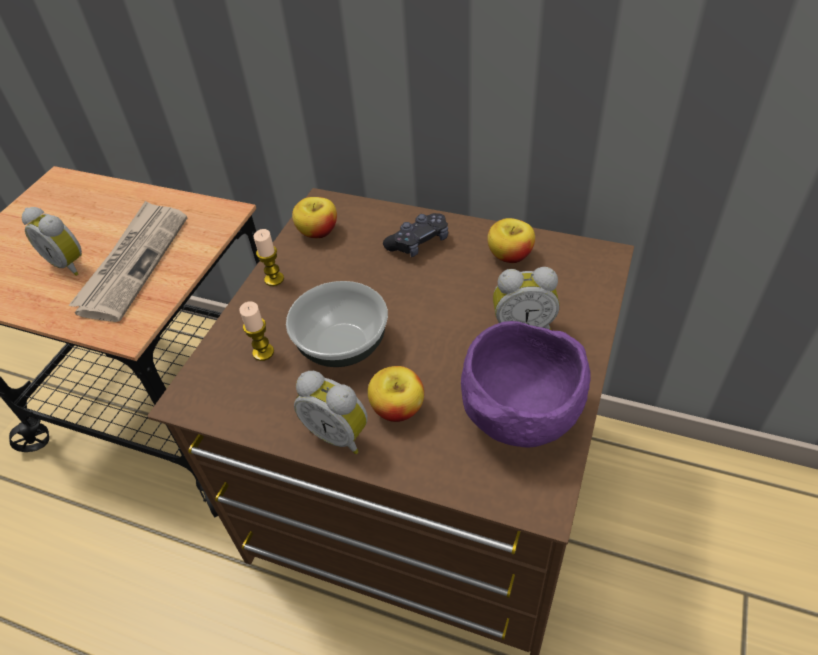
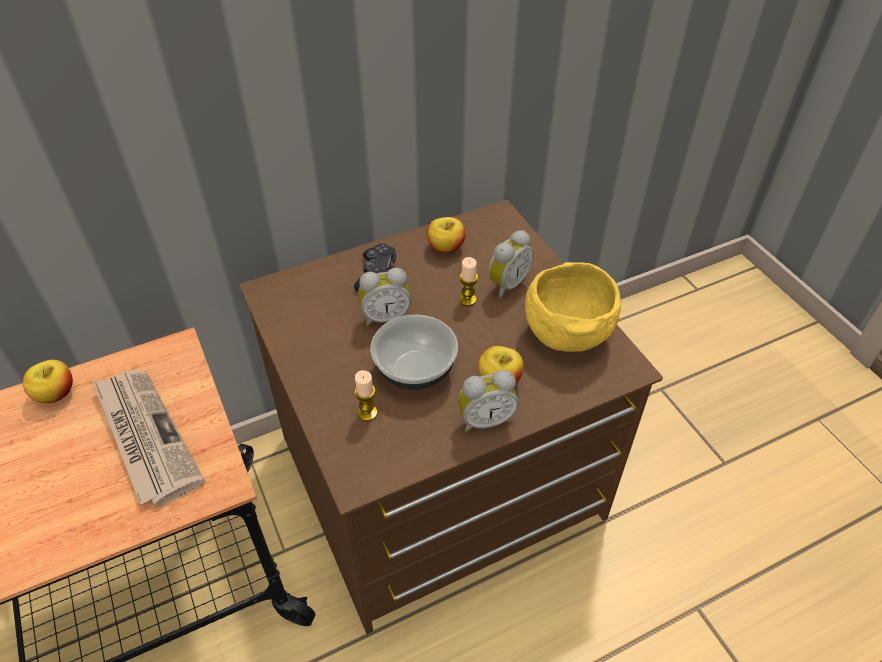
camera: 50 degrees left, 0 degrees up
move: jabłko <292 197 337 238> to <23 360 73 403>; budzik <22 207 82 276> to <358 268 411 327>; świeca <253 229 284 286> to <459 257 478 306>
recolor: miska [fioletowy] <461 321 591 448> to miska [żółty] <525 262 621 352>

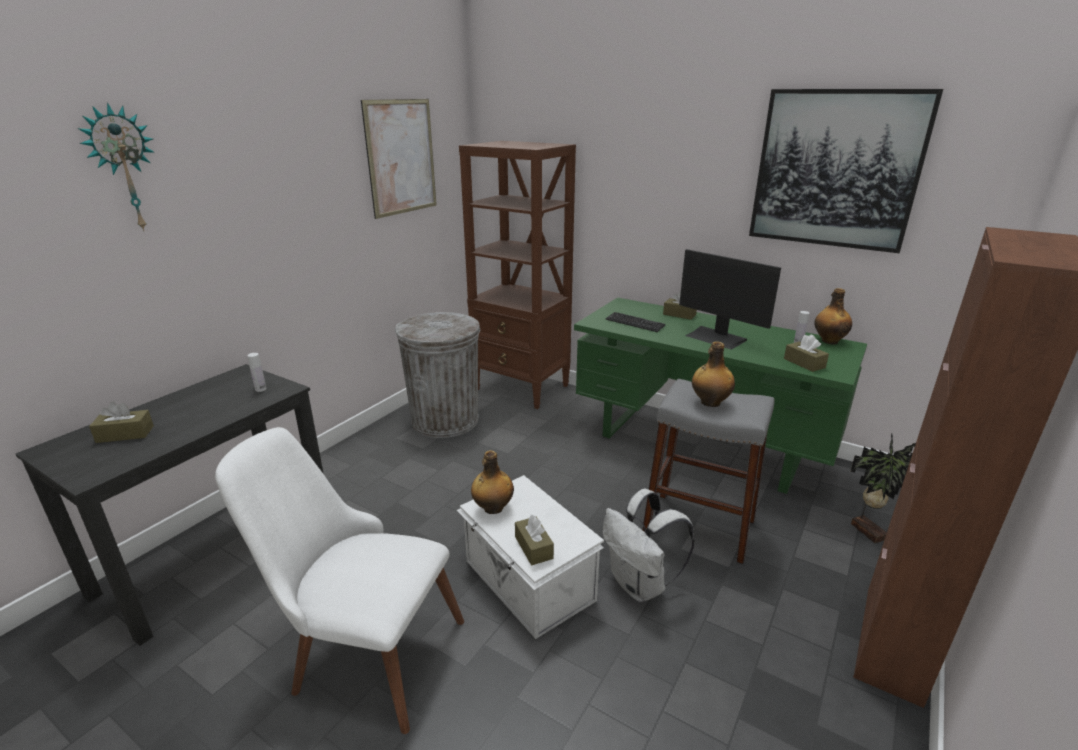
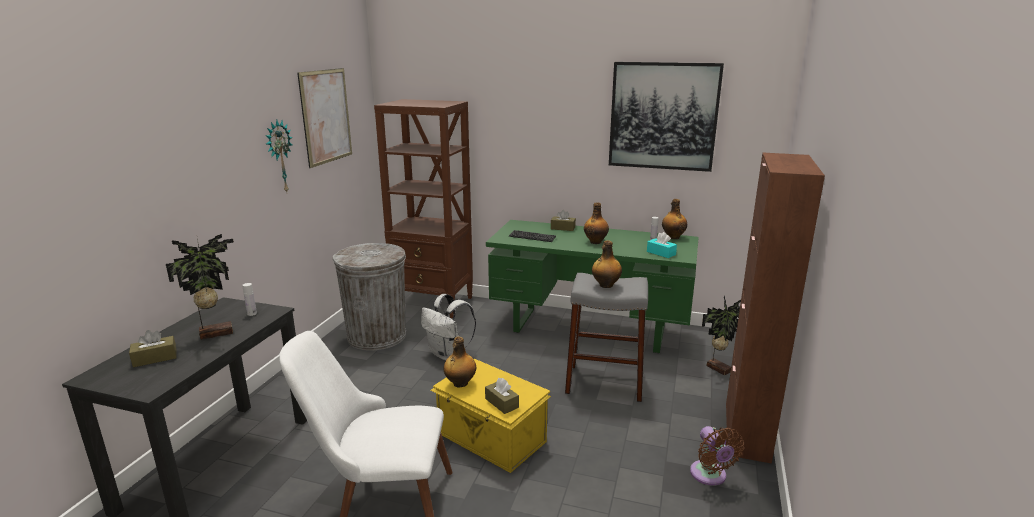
camera: 15 degrees left, 5 degrees down
insert: roślina doniczkowa <166 234 234 340>; wentylator [brązowy] <690 426 744 485>
move: zegar ścienny <77 103 155 231> to <265 120 293 192>; plecak [biały] <602 489 695 602> to <421 294 476 360>
replace: monitor <679 249 781 350> to butelka <584 203 609 244>
recolor: pojemnik do przechowywania [biały] <457 475 604 639> to pojemnik do przechowywania [żółty] <430 359 551 473>; pudełko chusteczek [brązowy] <784 334 829 372> to pudełko chusteczek [turkusowy] <647 232 677 258>

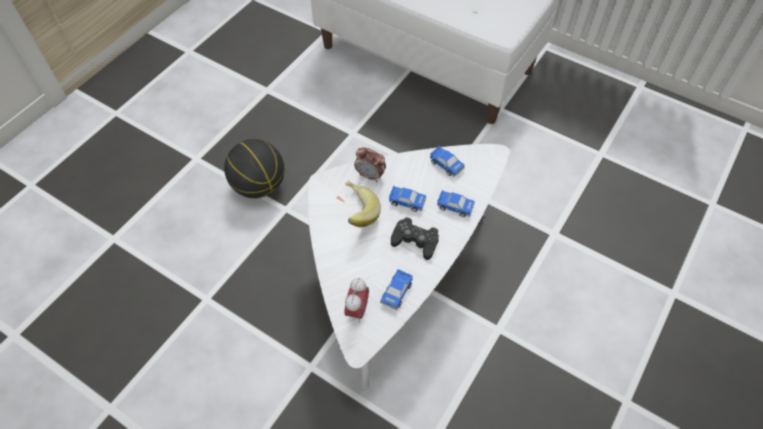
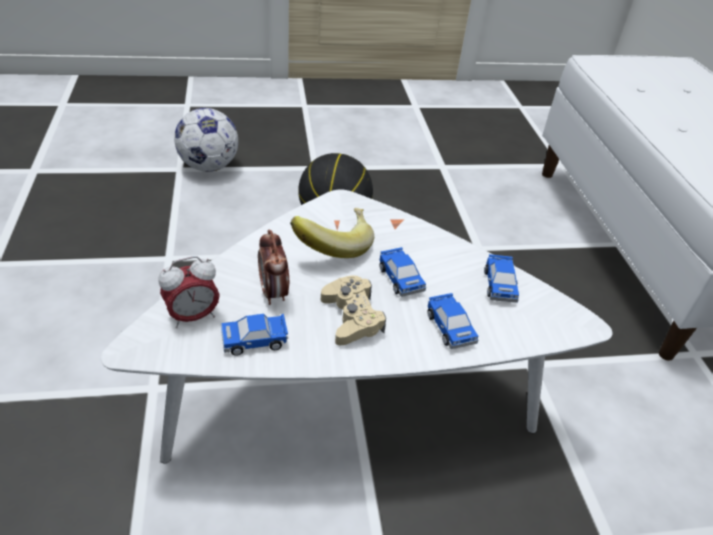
camera: 45 degrees right, 15 degrees down
insert: piłka futbolowa <174 108 238 172>
move: budzik <354 147 386 182> to <258 230 289 305>
recolor: pad do gier [czarny] <391 217 439 260> to pad do gier [beżowy] <321 275 386 346>

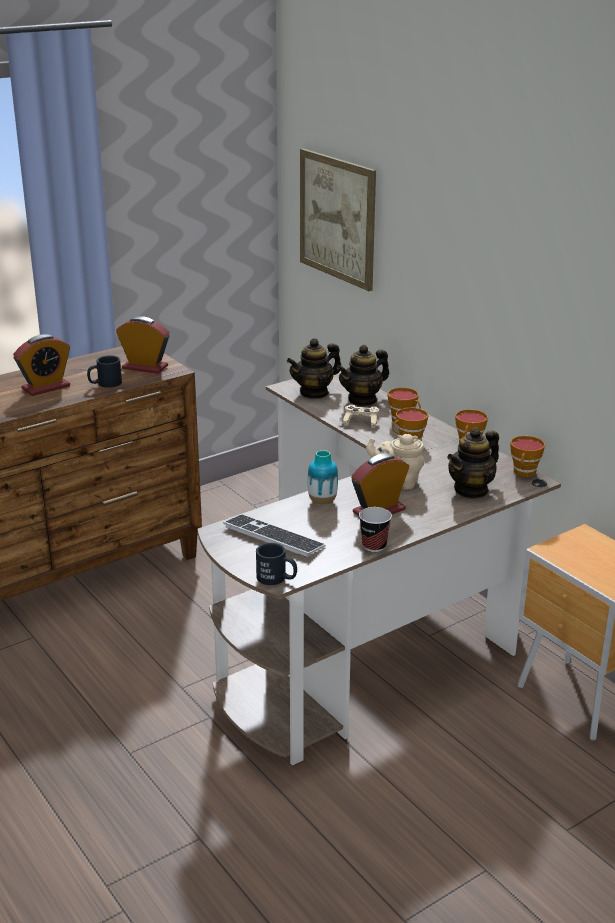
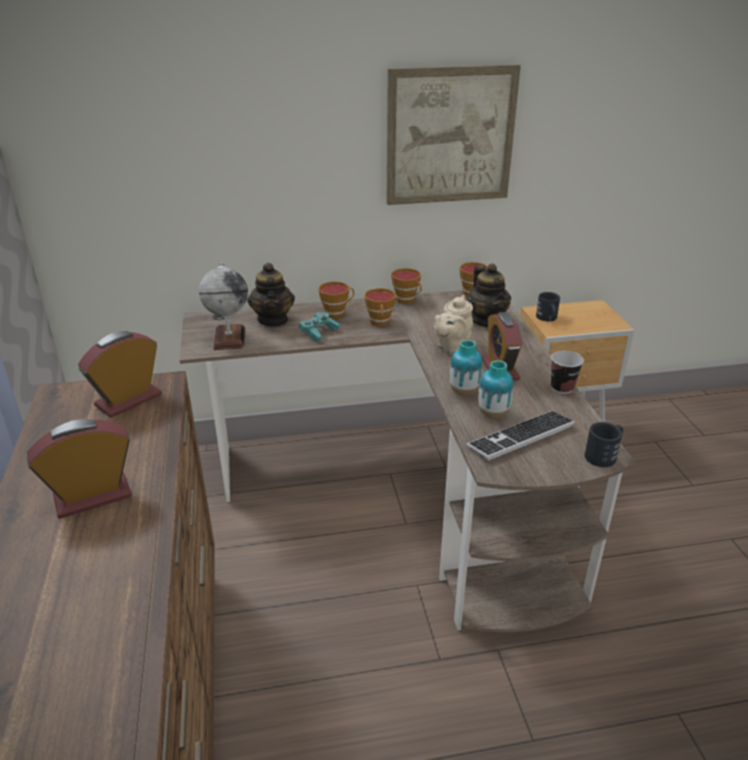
camera: 65 degrees left, 5 degrees up
insert: wazon <478 360 513 419>
move: obraz <300 148 376 291> to <387 65 521 205>; kubek [czarny] <87 355 122 388> to <536 292 560 321>
replace: imbryk <287 338 341 399> to globus <199 263 248 350>
recolor: pad do gier [beżowy] <343 405 379 428> to pad do gier [turkusowy] <299 312 340 342>
rotate: budzik <13 334 70 396> = <27 419 132 519> 105 degrees counterclockwise

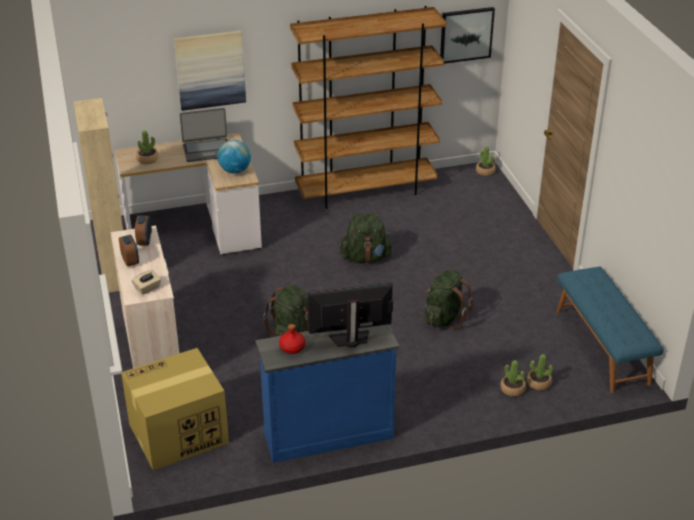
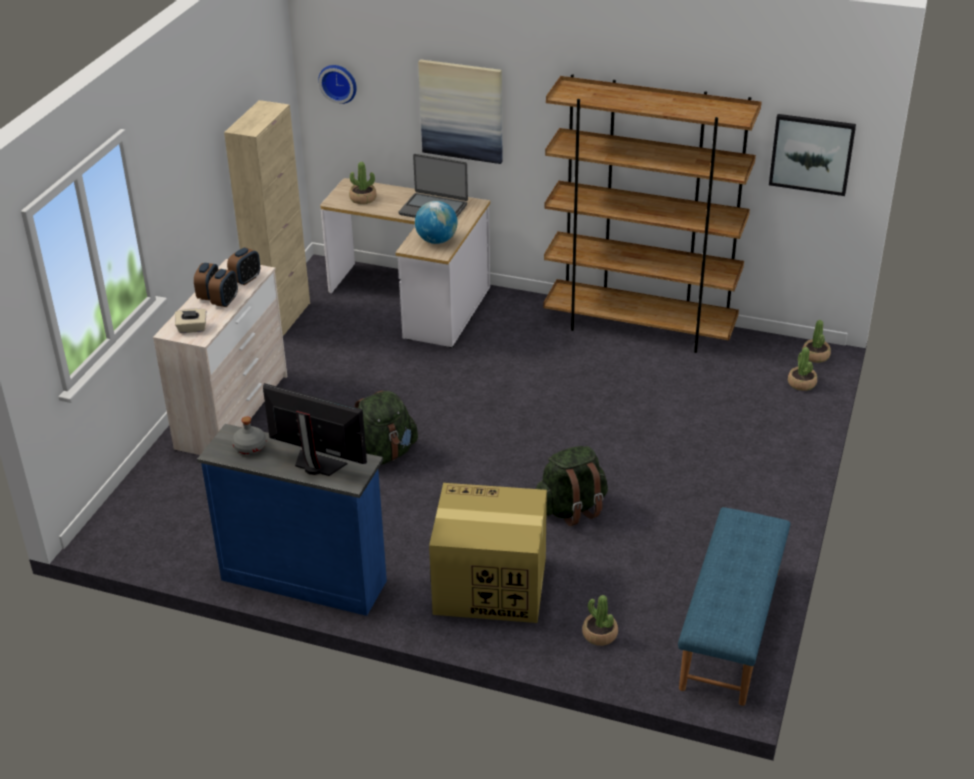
camera: 35 degrees right, 0 degrees up
delete: plecak [zielony] <340 213 393 264>
insert: budzik <208 269 238 307>; zegar ścienny <318 65 357 104>
move: karton <121 348 229 470> to <429 483 547 623>; roślina doniczkowa <500 360 526 397> to <788 347 817 391>
recolor: butelka [czerwony] <279 324 305 354> to butelka [szary] <232 416 266 455>

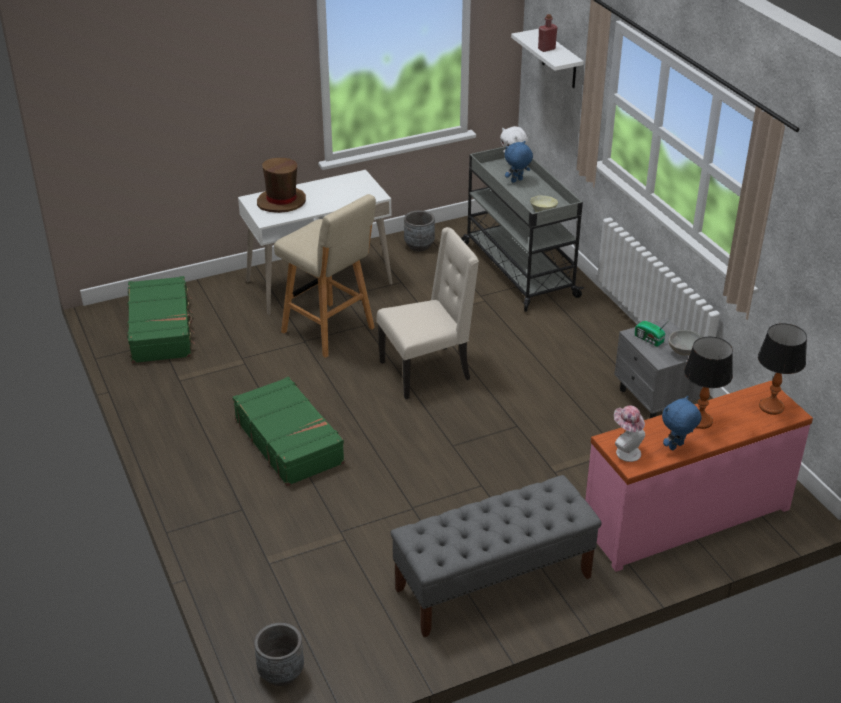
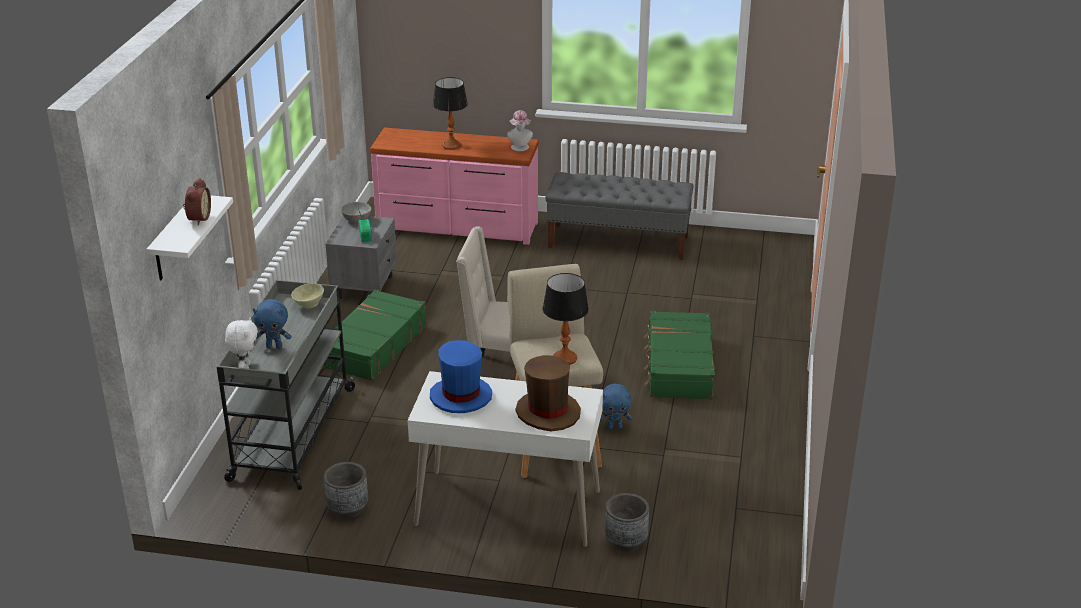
camera: 145 degrees left, 5 degrees down
insert: kapelusz [niebieski] <430 340 492 413>
move: walizka [zielony] <127 276 195 363> to <322 289 427 381>; lampa stołowa <758 323 807 415> to <543 273 589 365>; pluszak [niebieski] <662 396 702 450> to <600 383 632 429>; donica [szary] <254 623 304 686> to <605 493 649 552>
replace: butelka [czerwony] <538 14 558 52> to budzik <183 178 211 225>

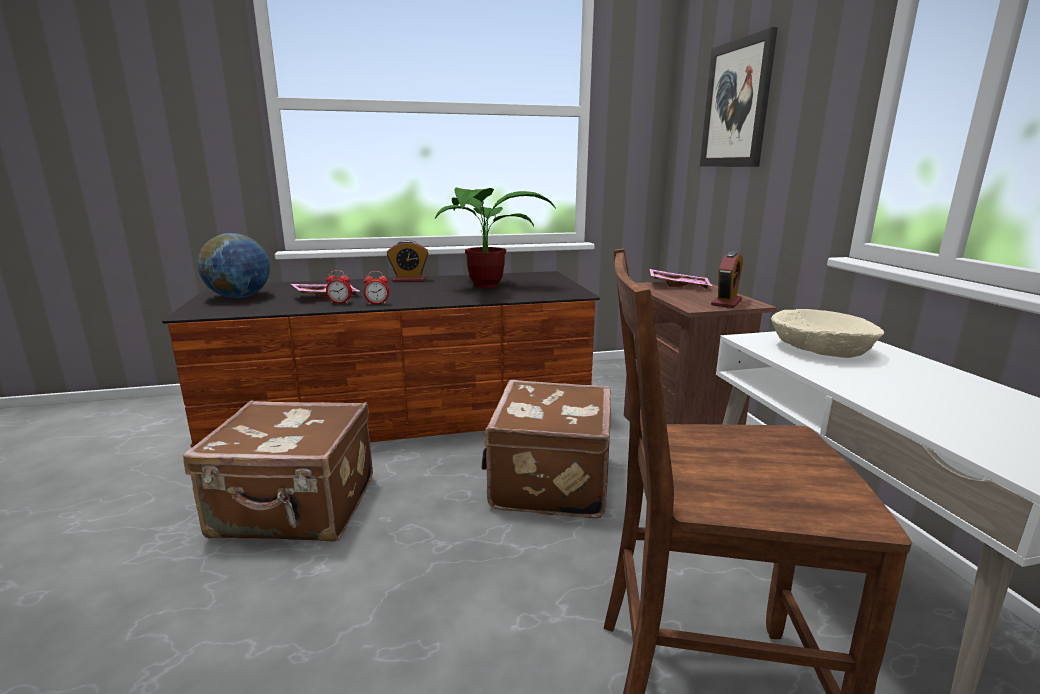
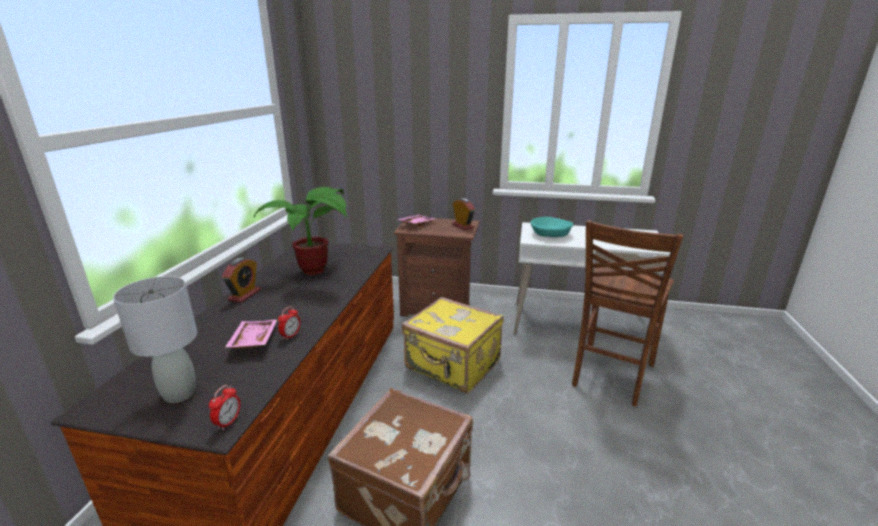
camera: 65 degrees left, 5 degrees up
delete: obraz <700 27 778 167>
move: budzik <364 271 389 304> to <209 385 241 430>
replace: globus <198 233 270 298> to lampa stołowa [szary] <113 276 197 403>
recolor: walizka [brązowy] <481 380 611 519> to walizka [żółty] <402 297 503 393>; miska [beżowy] <771 309 884 358> to miska [turkusowy] <531 217 573 237>

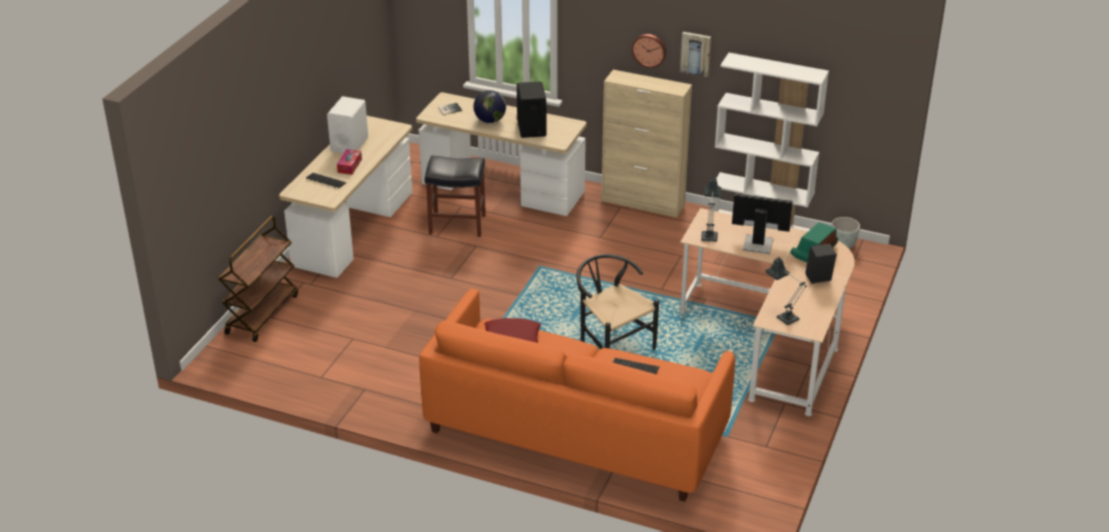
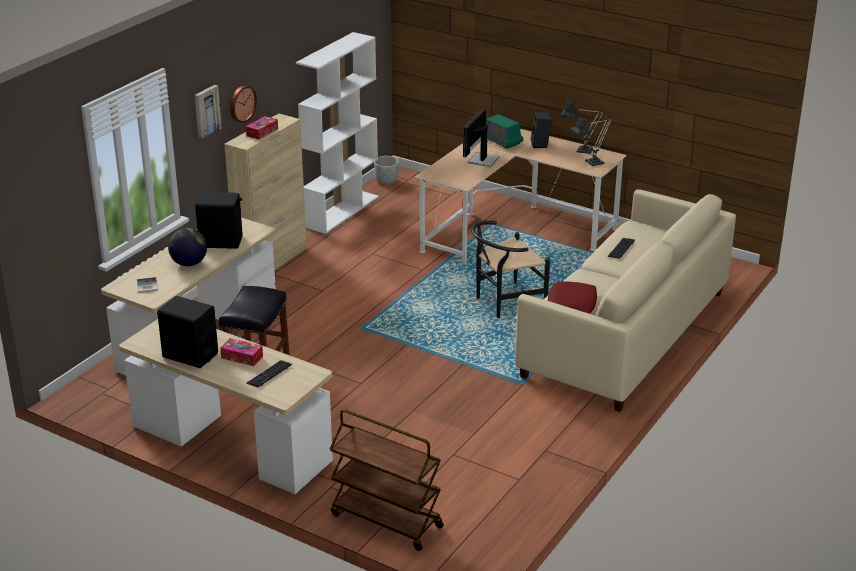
camera: 80 degrees left, 5 degrees down
insert: pudełko chusteczek <246 116 278 140>
move: obraz <680 32 711 77> to <195 85 222 139>; lampa stołowa <701 176 721 242> to <561 100 604 154>
recolor: głośnik [biały] <327 96 368 154> to głośnik [czarny] <157 296 218 368>; kanapa [pomarańczowy] <419 289 735 502> to kanapa [beżowy] <515 189 736 412>

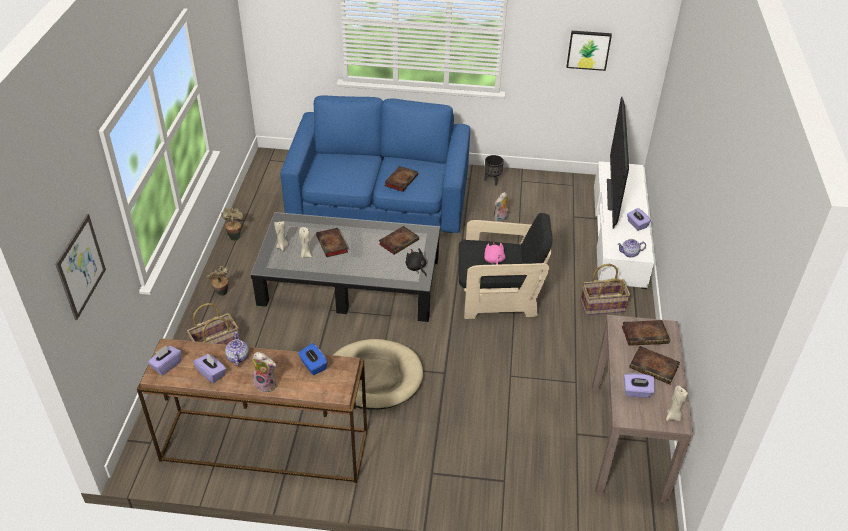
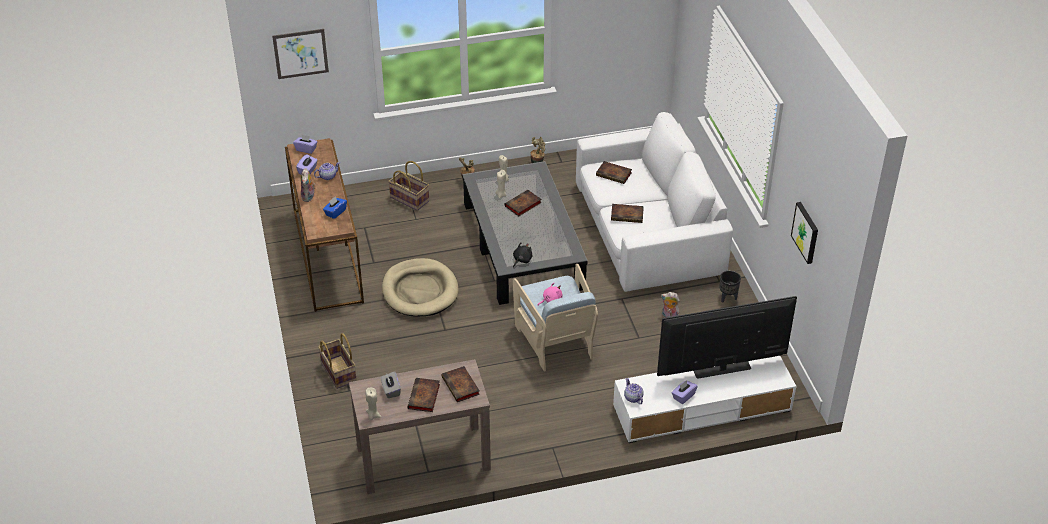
camera: 70 degrees right, 0 degrees up
move: koszyk <580 264 630 315> to <318 333 357 389>; książka <379 226 419 254> to <596 161 632 184>
recolor: pudełko chusteczek [fioletowy] <624 374 655 398> to pudełko chusteczek [szary] <381 371 401 398>; fotel [czarny] <459 213 552 319> to fotel [beżowy] <513 264 598 371>; kanapa [niebieski] <280 96 470 233> to kanapa [biały] <576 112 733 292>

